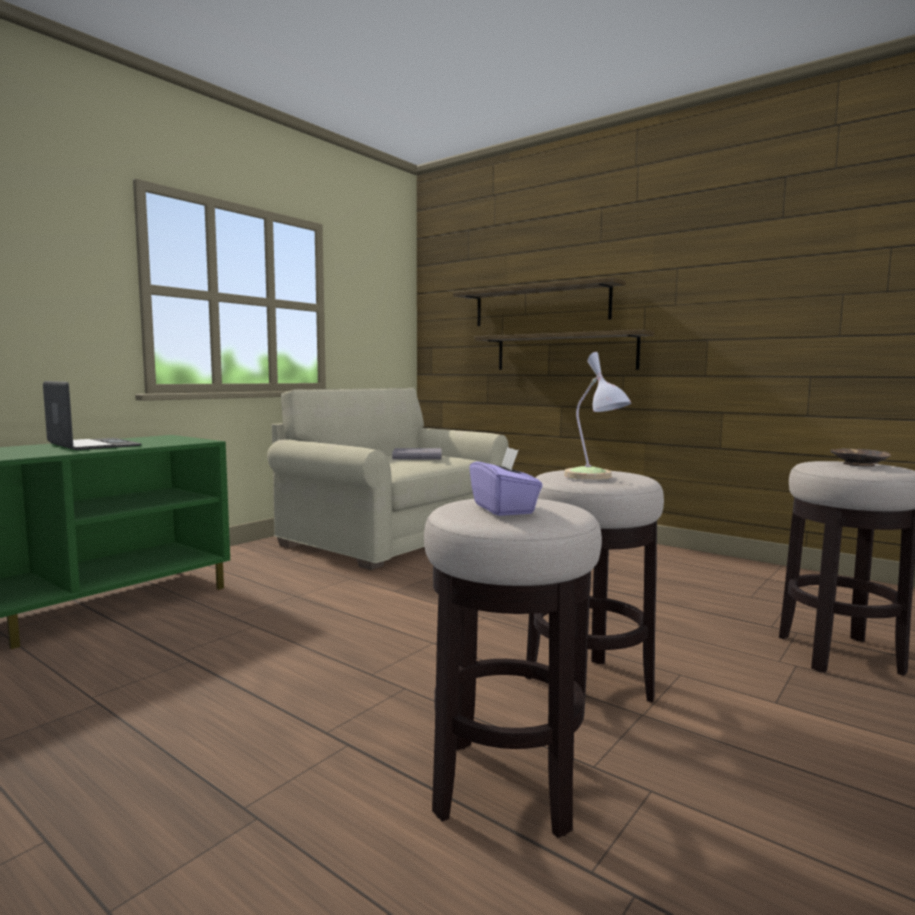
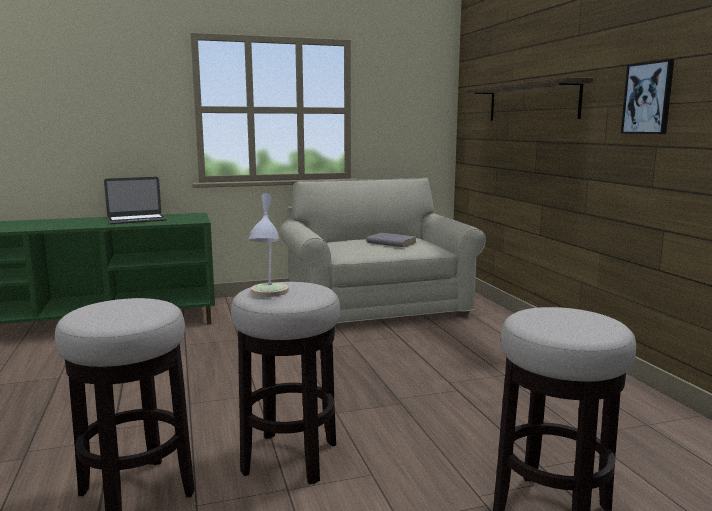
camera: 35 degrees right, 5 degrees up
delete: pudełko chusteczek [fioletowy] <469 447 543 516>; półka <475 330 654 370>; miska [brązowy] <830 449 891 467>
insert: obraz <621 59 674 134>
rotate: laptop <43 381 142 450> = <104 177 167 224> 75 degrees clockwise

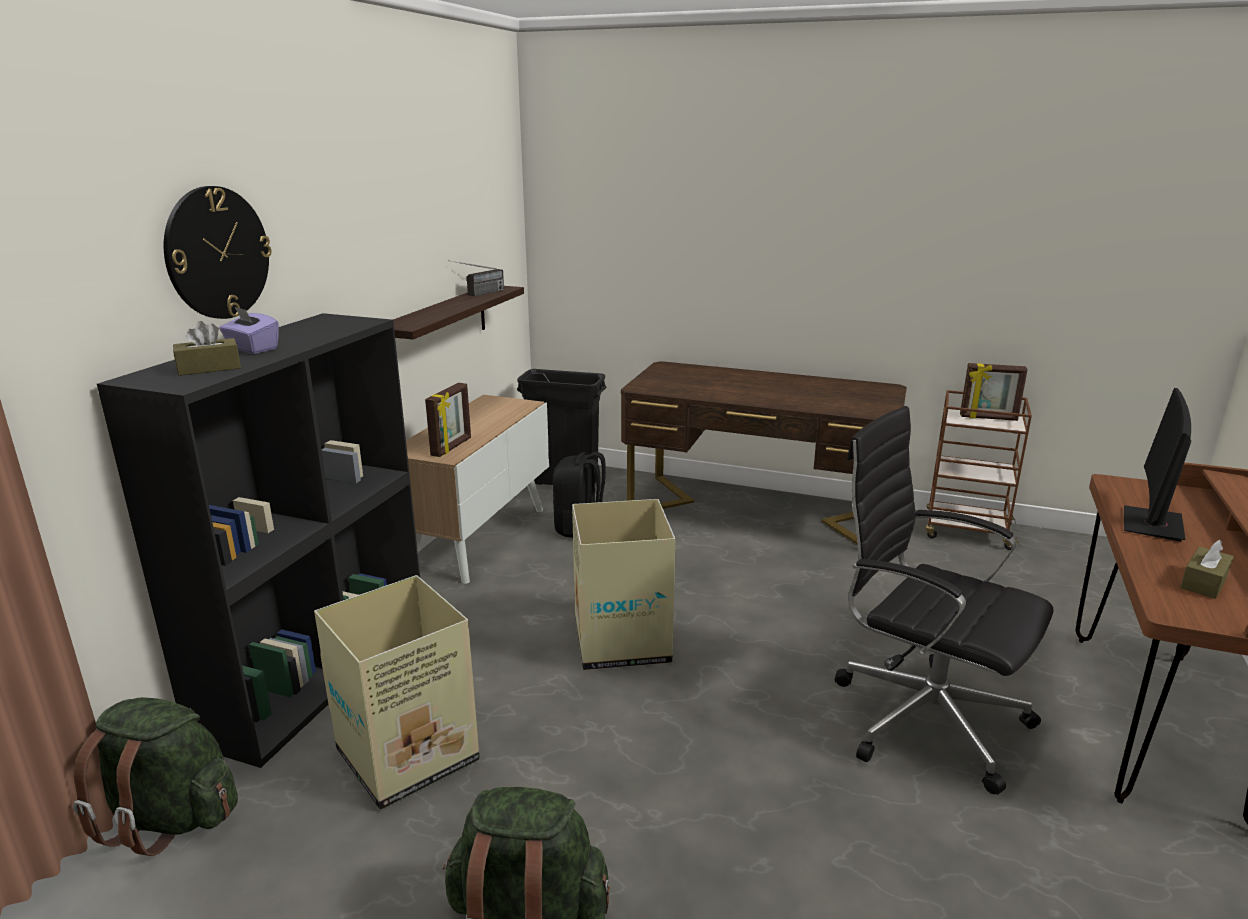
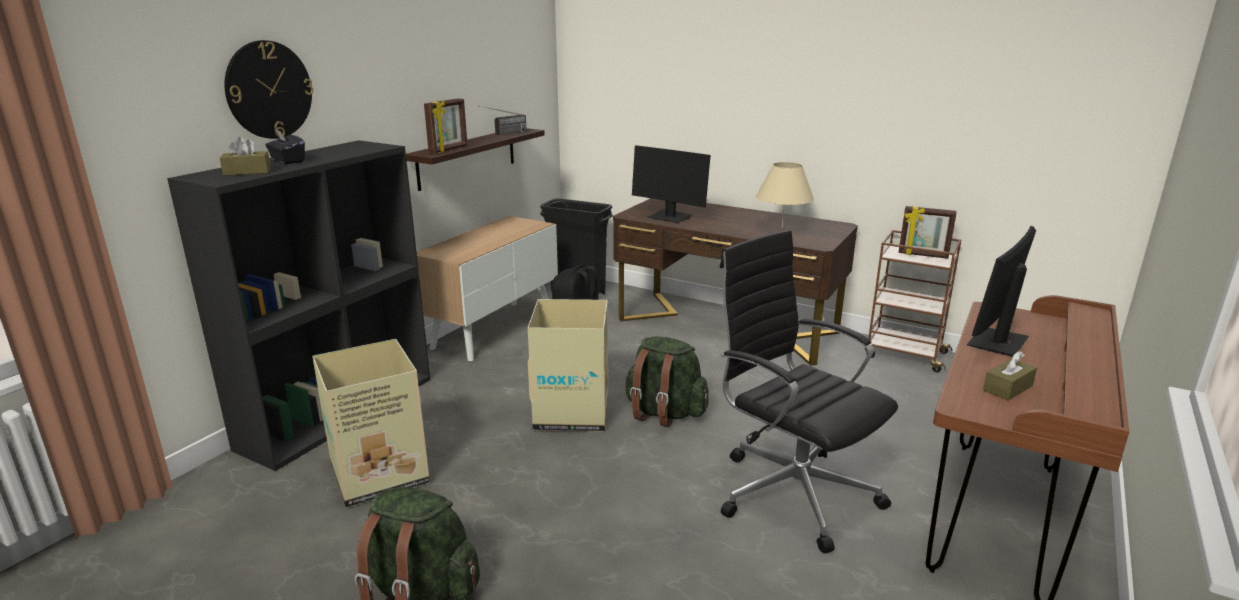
camera: 10 degrees right, 0 degrees up
insert: monitor <632 145 711 223>; lampa stołowa [beżowy] <756 162 814 228>
move: ramka na zdjęcie <425 383 471 457> to <424 98 467 153>; plecak [zielony] <73 697 238 856> to <625 337 709 427>
recolor: pudełko chusteczek [fioletowy] <219 306 279 354> to pudełko chusteczek [czarny] <265 129 305 164>

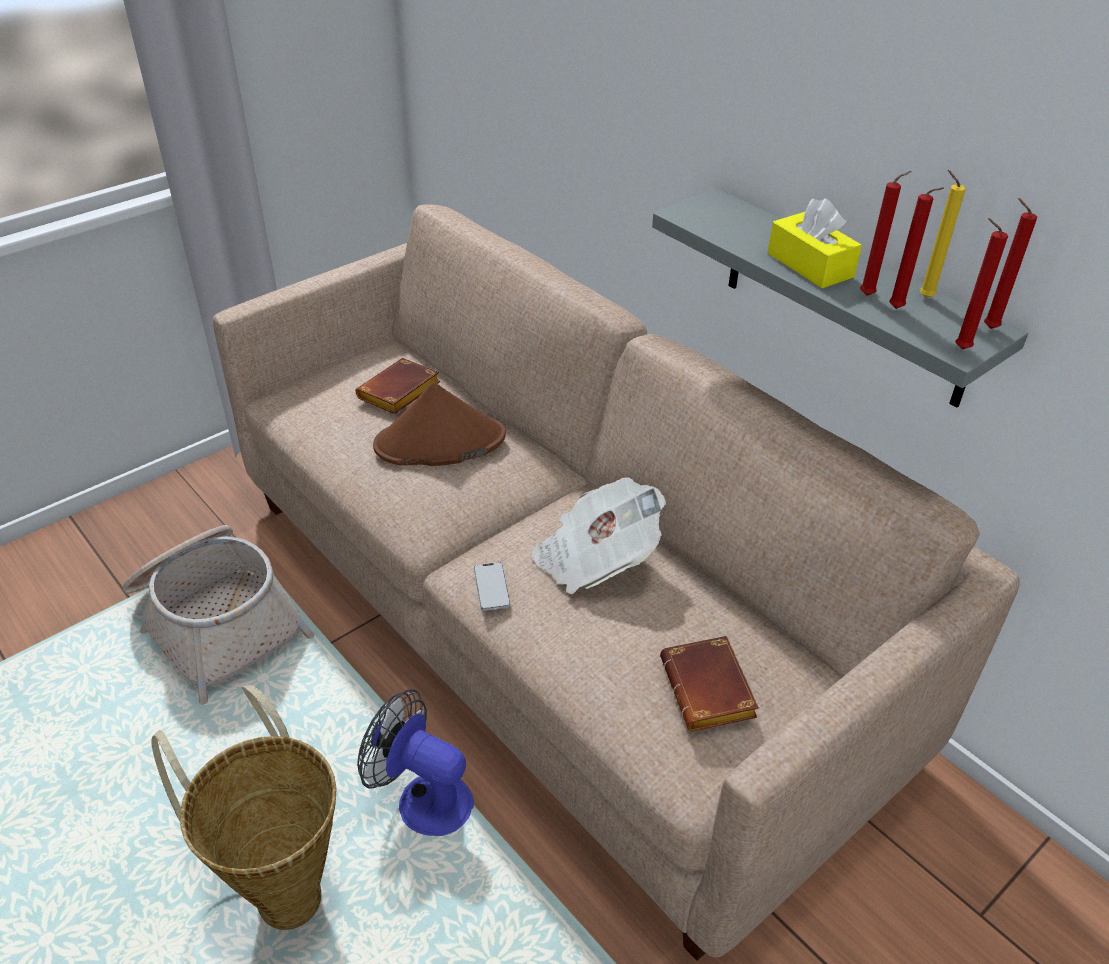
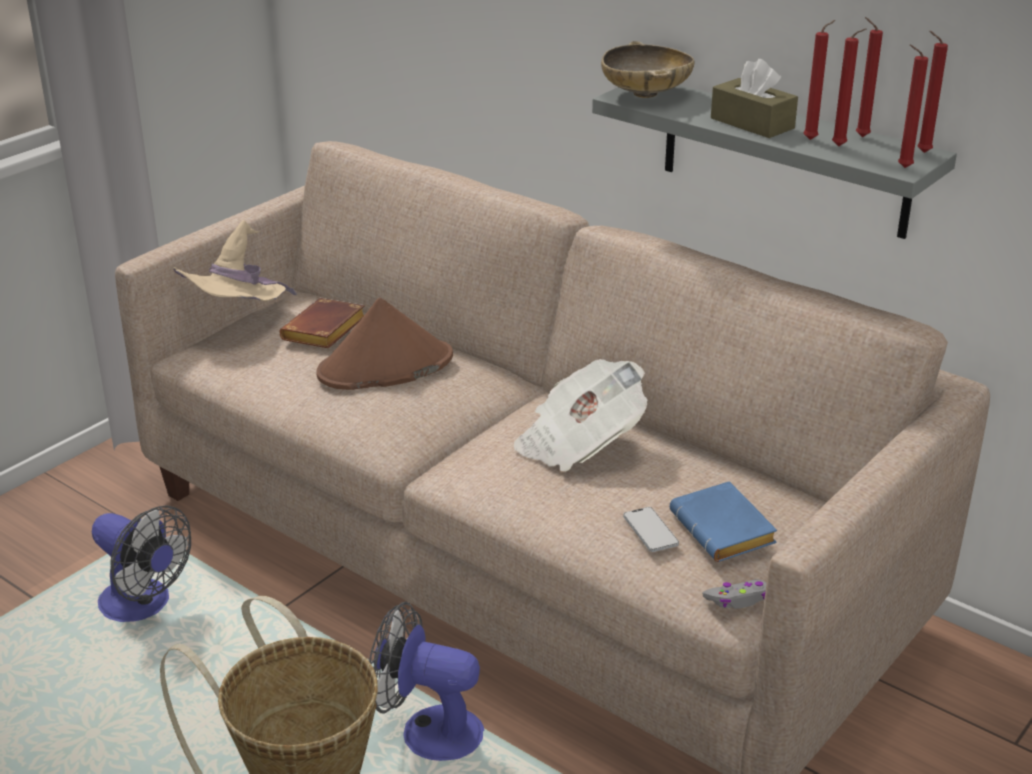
camera: 10 degrees left, 10 degrees down
insert: kapelusz [beżowy] <173 220 297 301>; miska [beżowy] <601 41 694 98>; pad do gier [szary] <702 579 766 609>
move: telefon <474 562 510 611> to <623 507 679 552>
replace: koszyk <123 525 315 704> to wentylator <92 505 191 622>
recolor: książka [brązowy] <660 636 759 731> to książka [niebieski] <670 481 777 562>; pudełko chusteczek [żółty] <768 198 862 288> to pudełko chusteczek [brązowy] <711 59 798 138>; świeca [żółty] <920 170 966 298> to świeca [czerwony] <856 17 883 137>

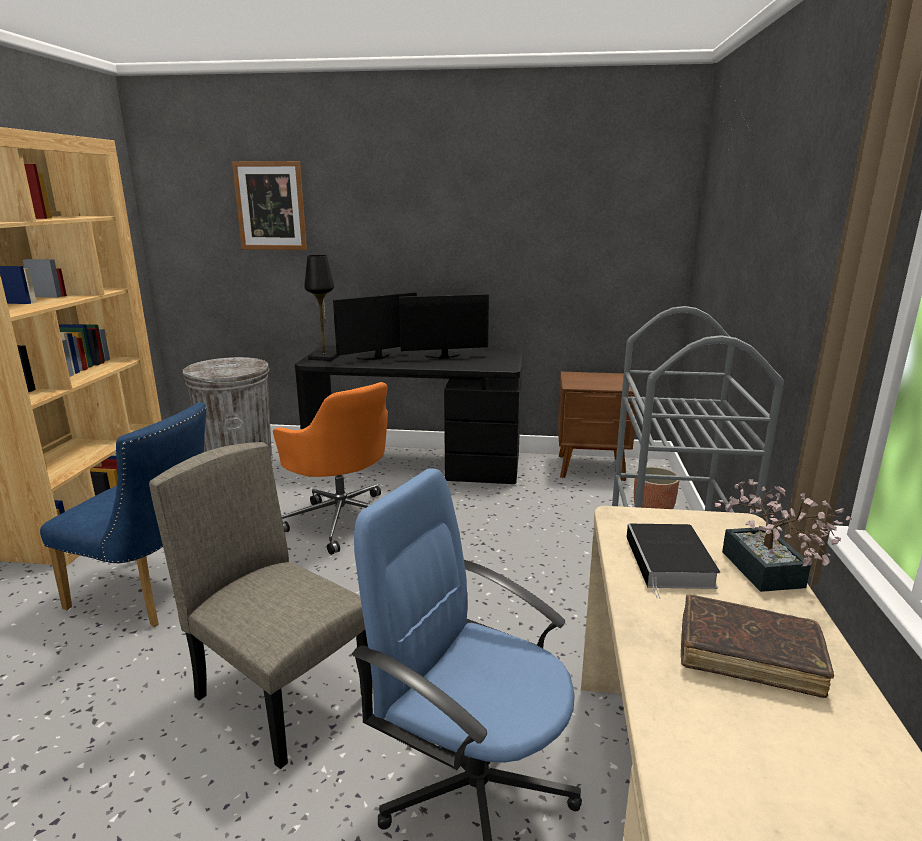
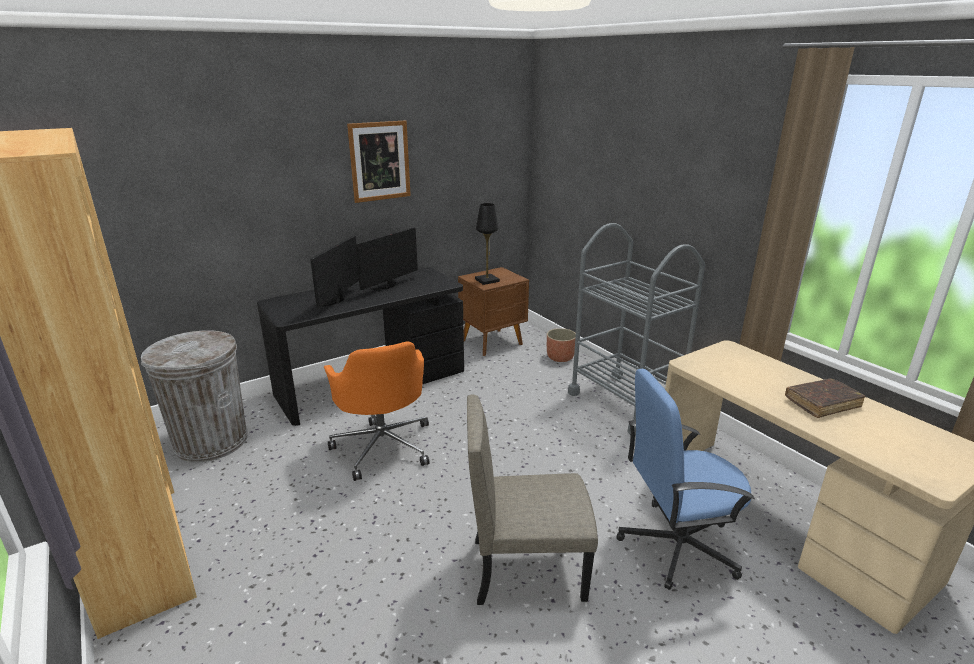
camera: 40 degrees left, 5 degrees up
delete: krzesło [niebieski] <40 402 207 627>; książka <627 524 720 599>; roślina doniczkowa <715 479 852 592>
move: obraz <232 161 307 250> to <347 120 411 203>; lampa stołowa [czarny] <304 255 340 361> to <475 203 500 285>
rotate: krzesło biurowe [pomarańczowy] <273 382 388 555> = <324 341 429 481> 60 degrees clockwise

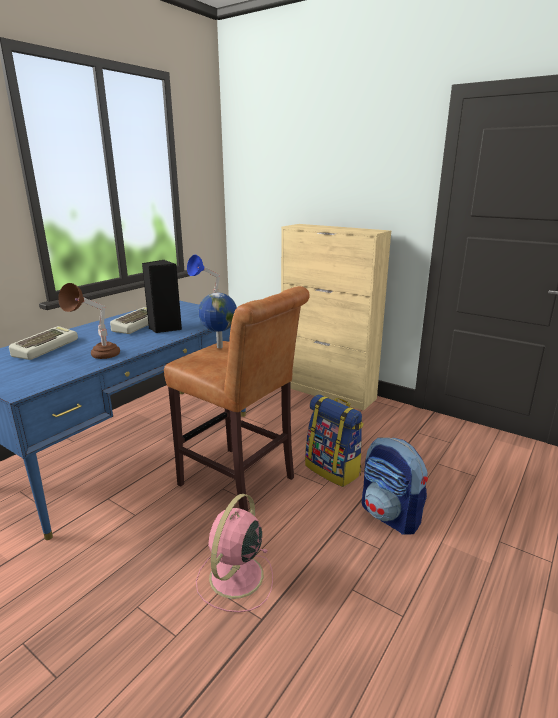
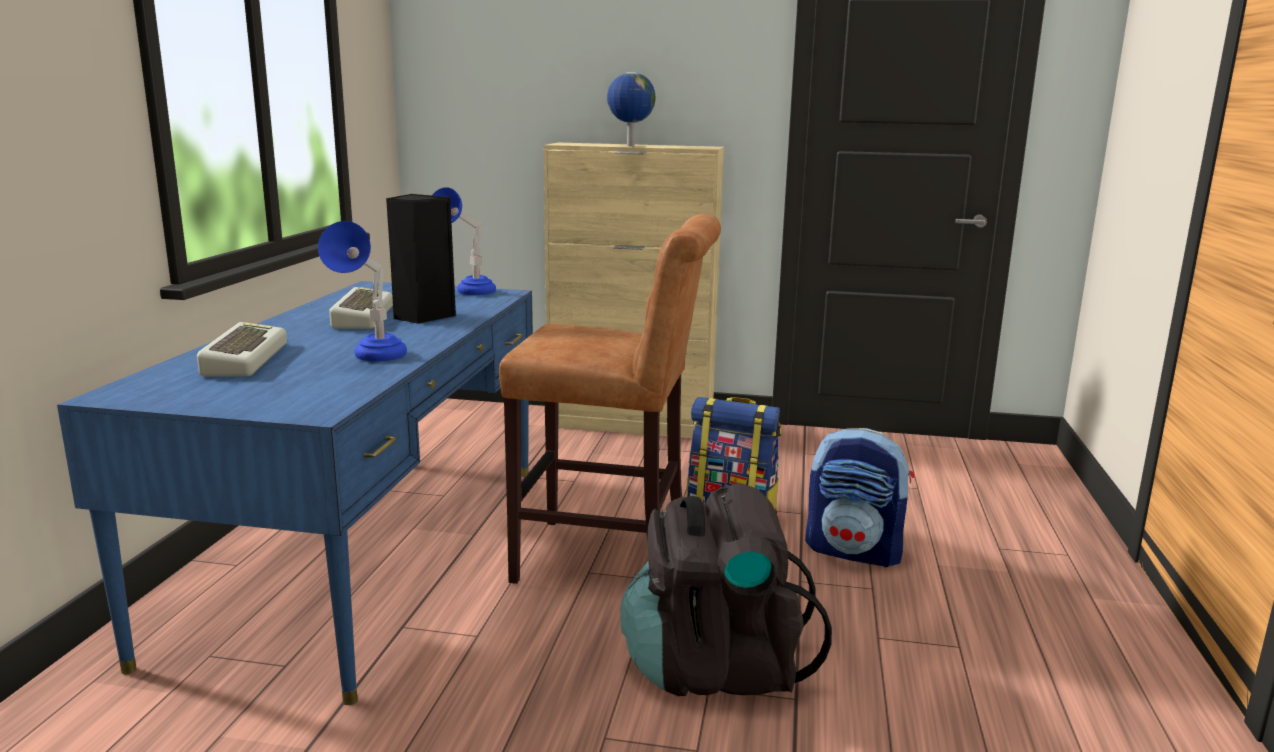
camera: 25 degrees left, 5 degrees down
move: globus <199 293 237 349> to <607 72 655 146>
replace: wentylator [różowy] <196 494 273 612> to plecak [czarny] <620 483 832 696>
recolor: lampa stołowa [brązowy] <58 283 120 359> to lampa stołowa [niebieski] <318 221 407 362>

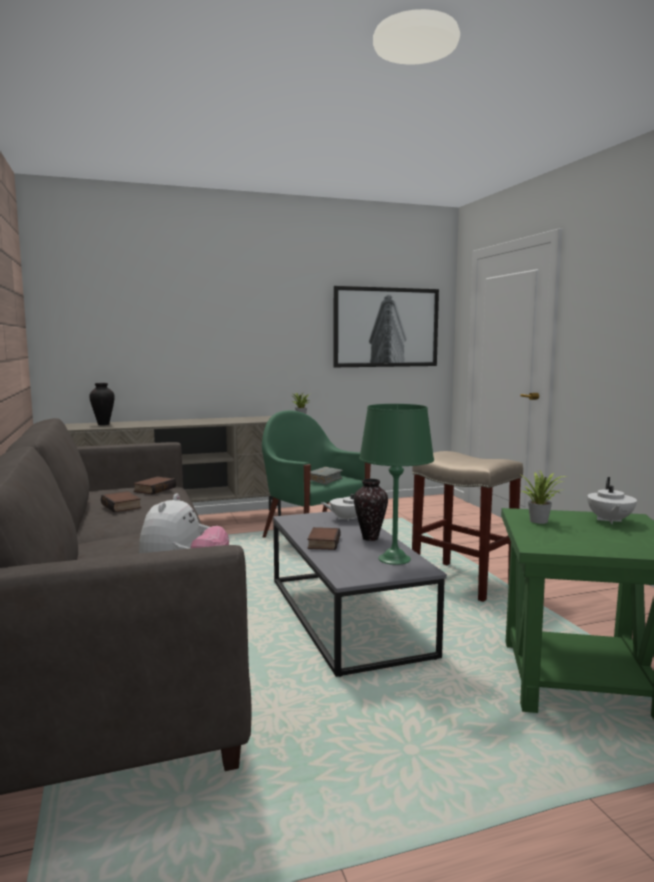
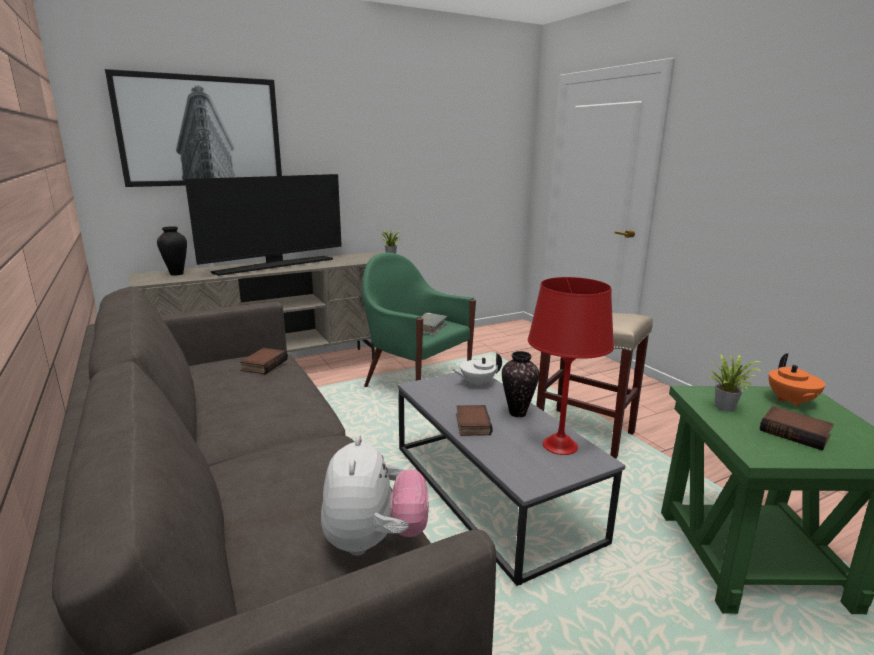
camera: 10 degrees left, 10 degrees up
insert: telewizor <185 174 342 276>
move: obraz <334 286 439 367> to <105 69 282 187>; książka <101 491 141 512> to <760 406 834 451>
recolor: lampa stołowa [zielony] <359 404 434 565> to lampa stołowa [czerwony] <528 277 614 455>; imbryk [biały] <587 477 637 524> to imbryk [pomarańczowy] <769 353 825 407>

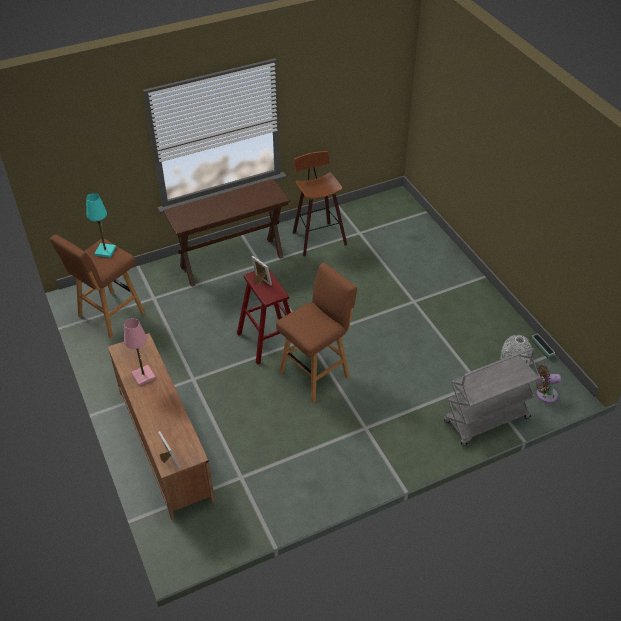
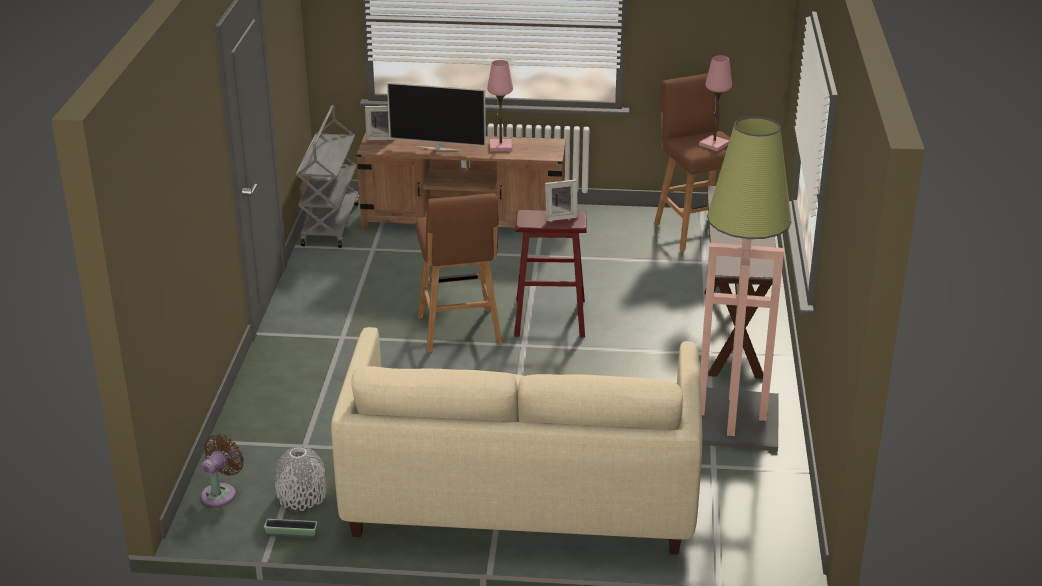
camera: 120 degrees right, 15 degrees down
insert: kanapa [beżowy] <331 327 702 554>; telewizor <387 83 486 151>
move: wózek [szary] <444 348 540 446> to <296 106 359 248>
replace: stołek <293 151 347 256> to lampa stojąca <700 116 792 452>
recolor: lampa stołowa [turkusowy] <86 193 116 258> to lampa stołowa [różowy] <699 56 732 151>

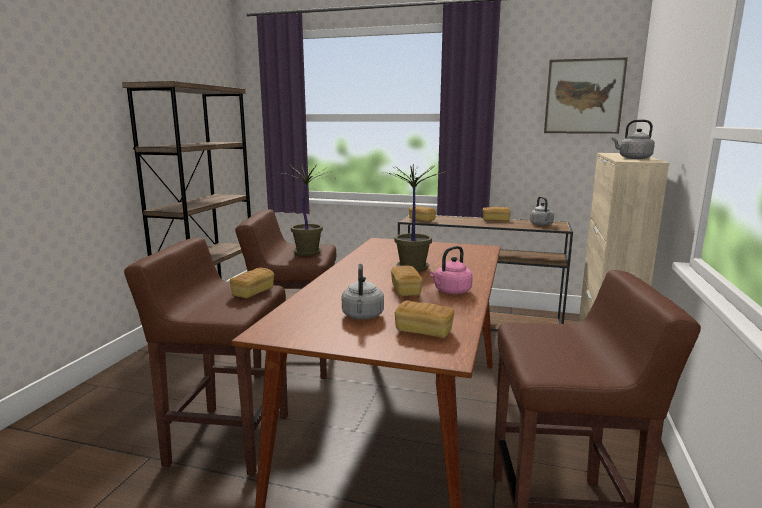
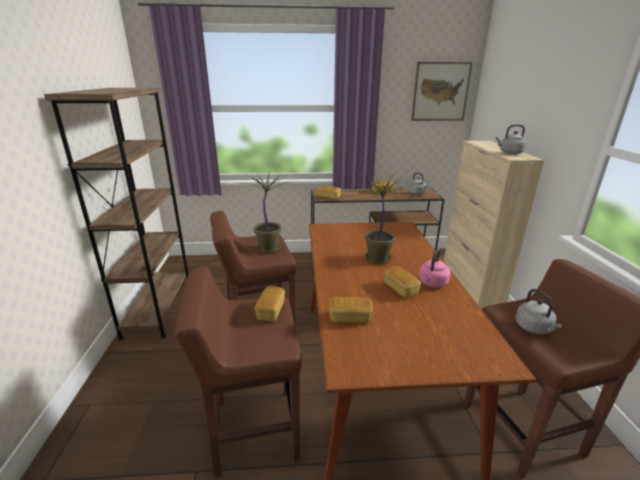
camera: 20 degrees left, 10 degrees up
move: chleb <395 301 454 338> to <329 297 373 323>; czajnik [szary] <342 264 384 320> to <516 289 562 334>

